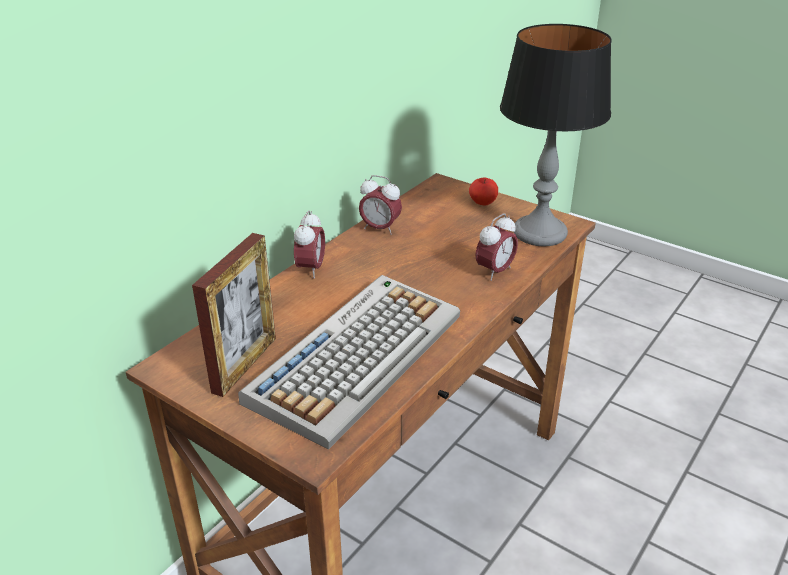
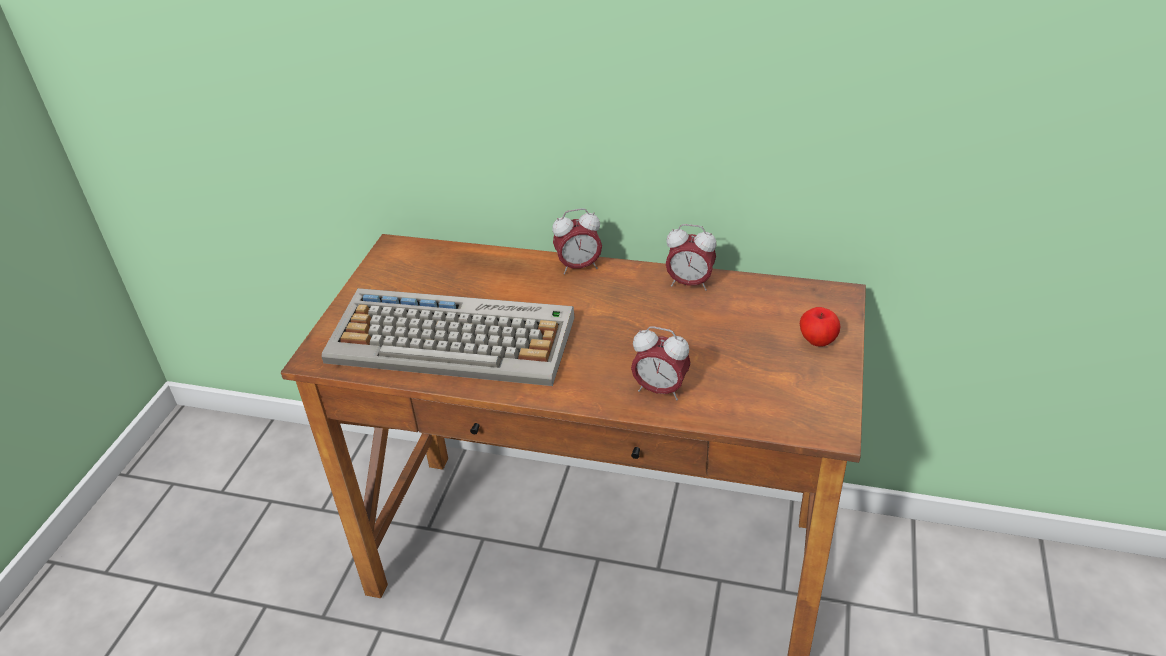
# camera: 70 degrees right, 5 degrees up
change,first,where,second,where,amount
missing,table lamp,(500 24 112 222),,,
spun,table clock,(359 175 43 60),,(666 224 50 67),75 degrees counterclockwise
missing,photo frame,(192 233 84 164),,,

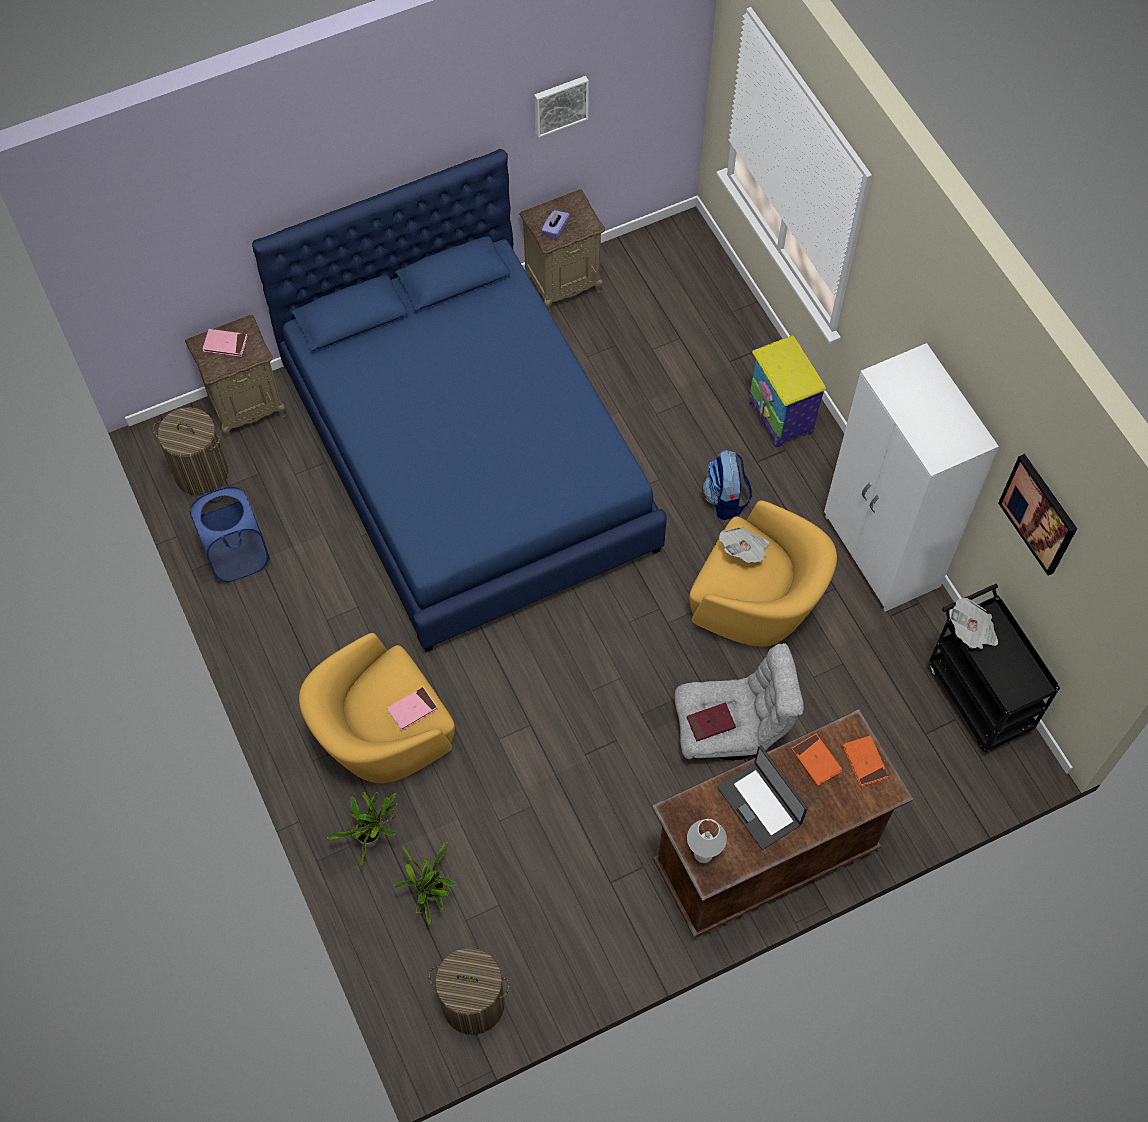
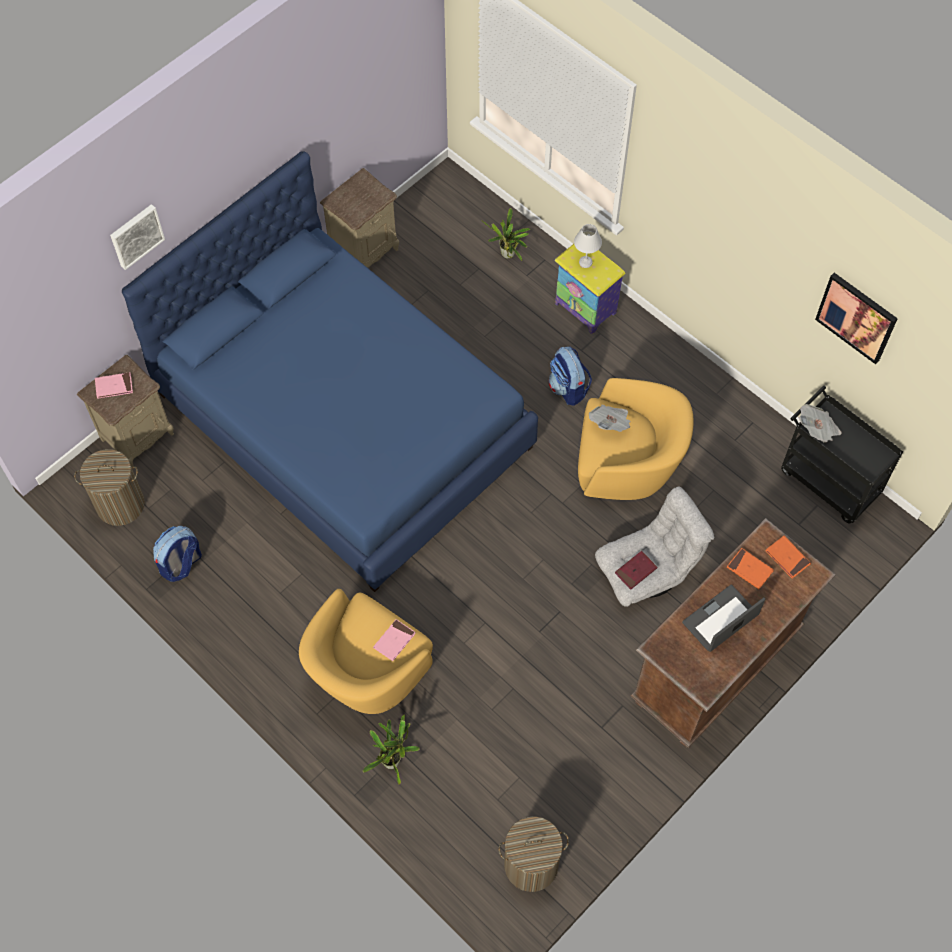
# camera: 20 degrees left, 0 degrees up
change,first,where,second,where,amount
relocated,picture,(534 76 55 62),,(110 204 55 66),
missing,purple box of tissues,(542 210 28 31),,,
missing,whitish clothes cupboard,(824 343 175 269),,,
exchanged,bluish laundry basket,(189 487 81 95),knapsack,(153 526 49 56),
spun,laptop,(717 745 91 105),,(682 585 83 67),105 degrees clockwise
relocated,whitish table lamp,(687 819 40 44),,(574 224 28 44),
relocated,plant in a pot,(394 842 63 83),,(482 208 48 53),

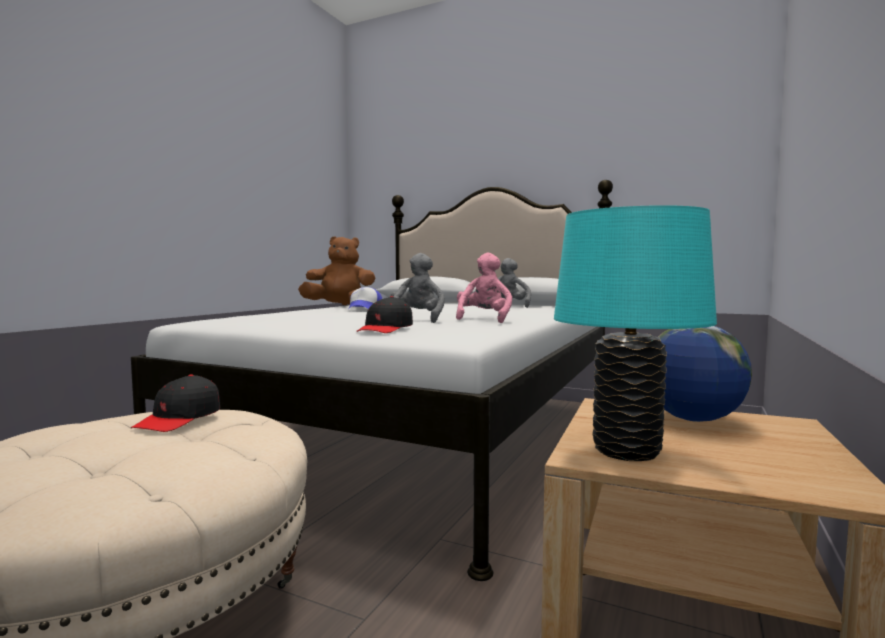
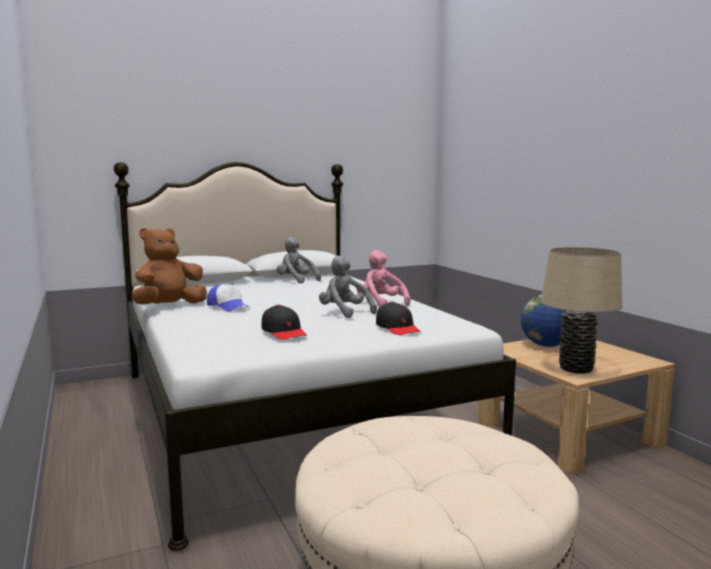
# camera: 50 degrees left, 5 degrees up
change,first,where,second,where,amount
colour,turquoise-coloured table lamp,(554 205 163 256),beige-coloured table lamp,(541 247 82 127),
relocated,blackish baseball cap,(131 375 89 57),,(262 305 45 35),

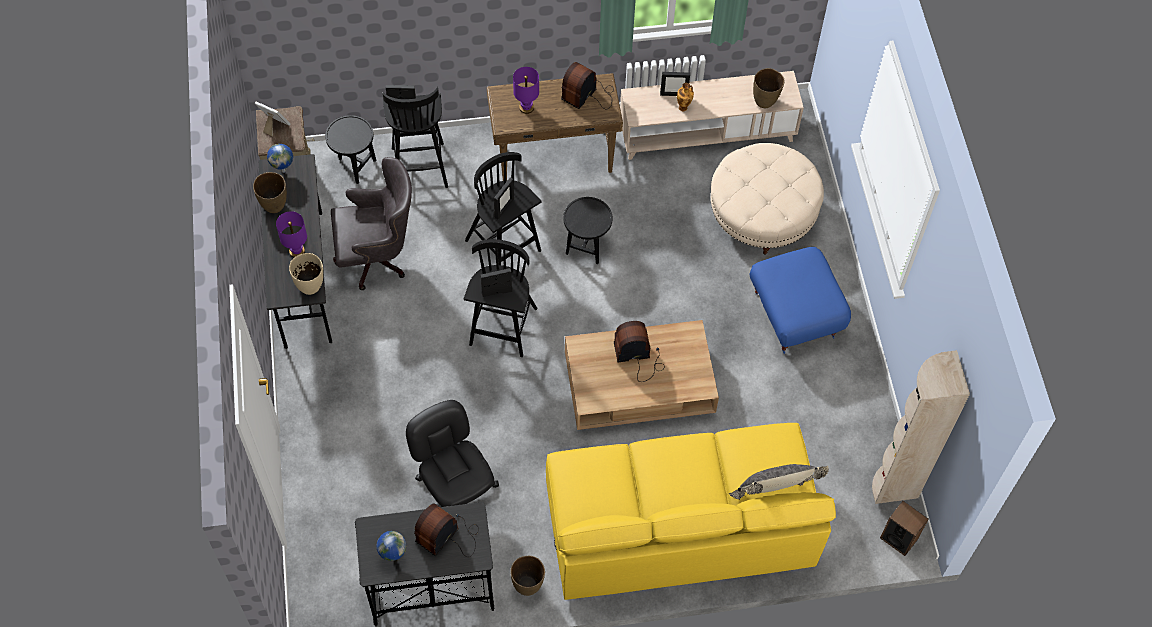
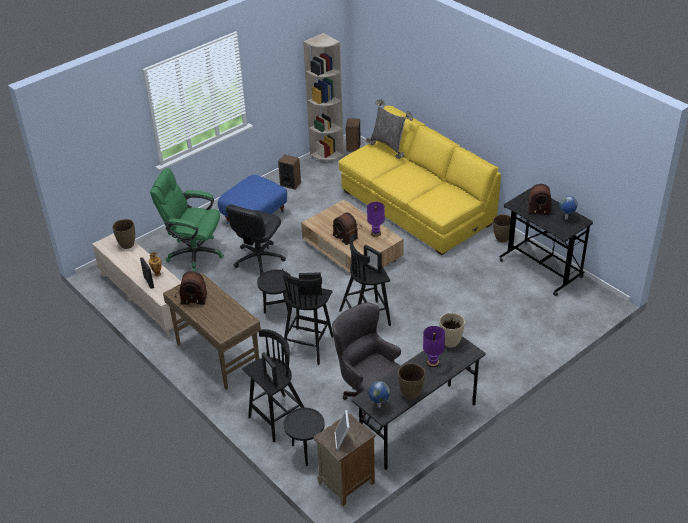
# camera: 120 degrees left, 20 degrees down
change,first,where,second,where,amount
relocated,purple table lamp,(513 67 26 47),,(367 202 18 35),
exchanged,beige-coloured pouffe,(711 143 113 112),greenish desk chair,(150 168 74 104),
relocated,blackish desk chair,(406 400 93 107),,(226 204 60 71),
appeared,,,audio speaker,(278 155 23 35),

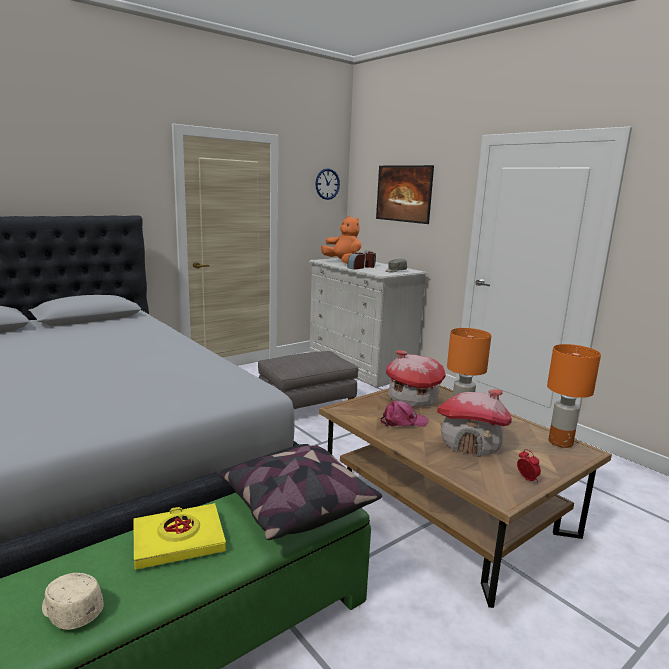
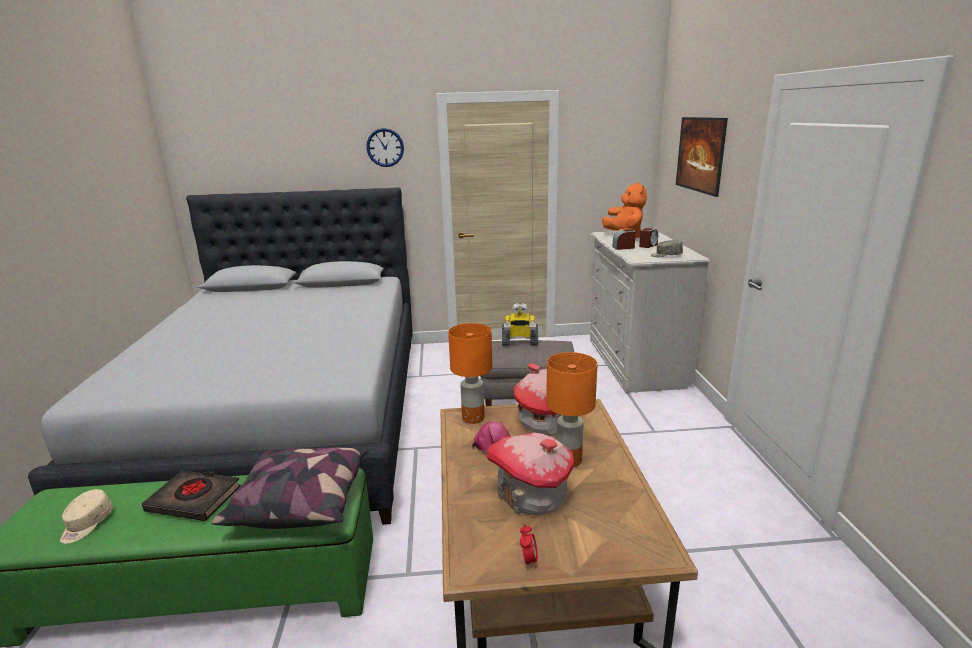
# camera: 35 degrees right, 5 degrees up
change,first,where,second,where,amount
relocated,clock on the wall,(315 168 25 32),,(366 128 38 39),
relocated,orange table lamp,(547 344 54 104),,(448 323 44 101),
colour,yellowish bound book,(133 503 93 67),blackish bound book,(142 471 99 50),
spun,beige-coloured baseball cap,(42 573 62 57),,(60 489 53 55),150 degrees counterclockwise
appeared,,,toy robot,(502 303 36 43),

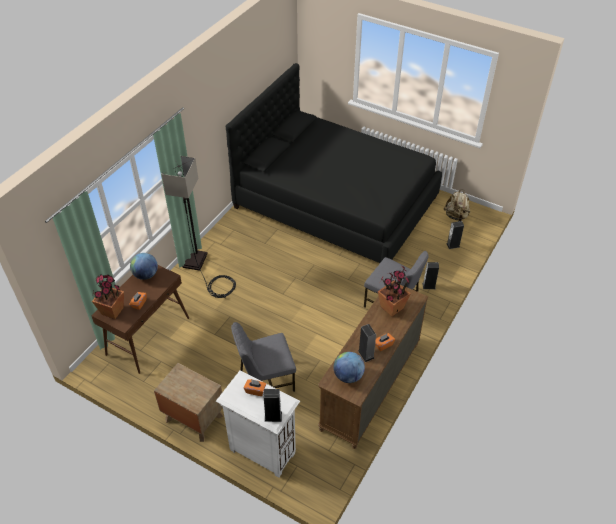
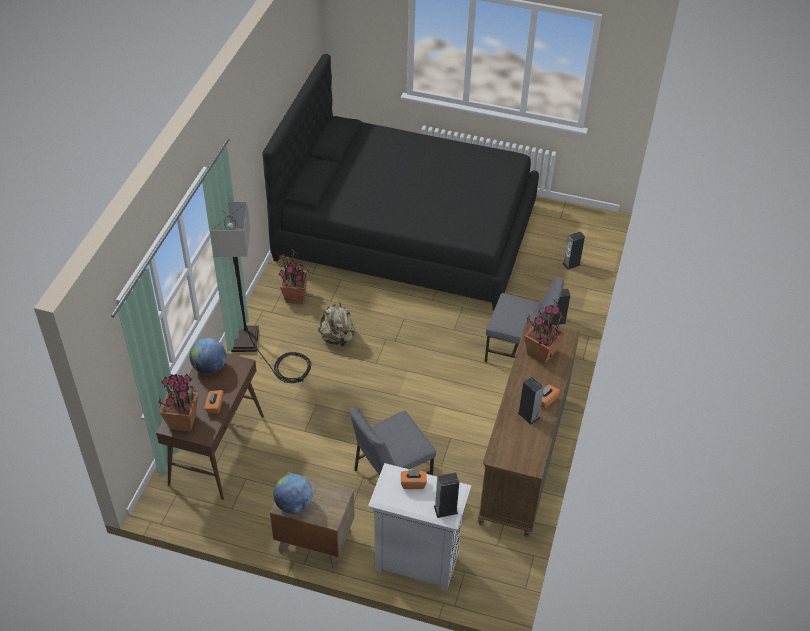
# camera: 15 degrees left, 0 degrees up
change,first,where,second,where,amount
relocated,beige-coloured knapsack,(444 189 26 32),,(318 301 37 46),
relocated,globe,(334 352 31 31),,(273 474 40 40),
appeared,,,plant in a pot,(278 249 31 55),

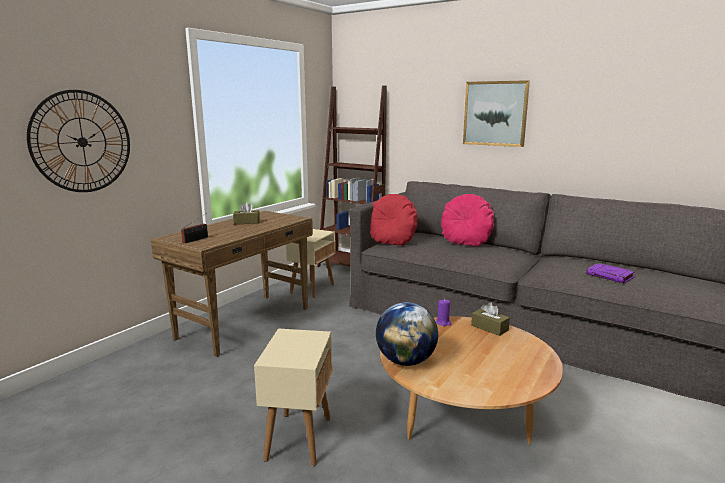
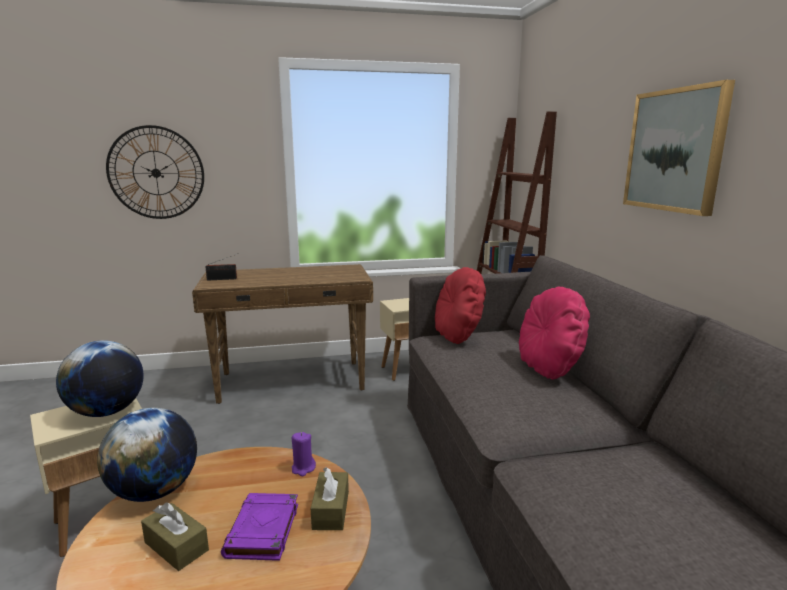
# camera: 45 degrees right, 0 degrees up
change,first,where,second,where,amount
relocated,brown-coloured box of tissues,(233 202 27 22),,(141 502 68 69),
relocated,purple bound book,(586 263 49 21),,(221 493 77 68),
appeared,,,globe,(56 340 88 77),

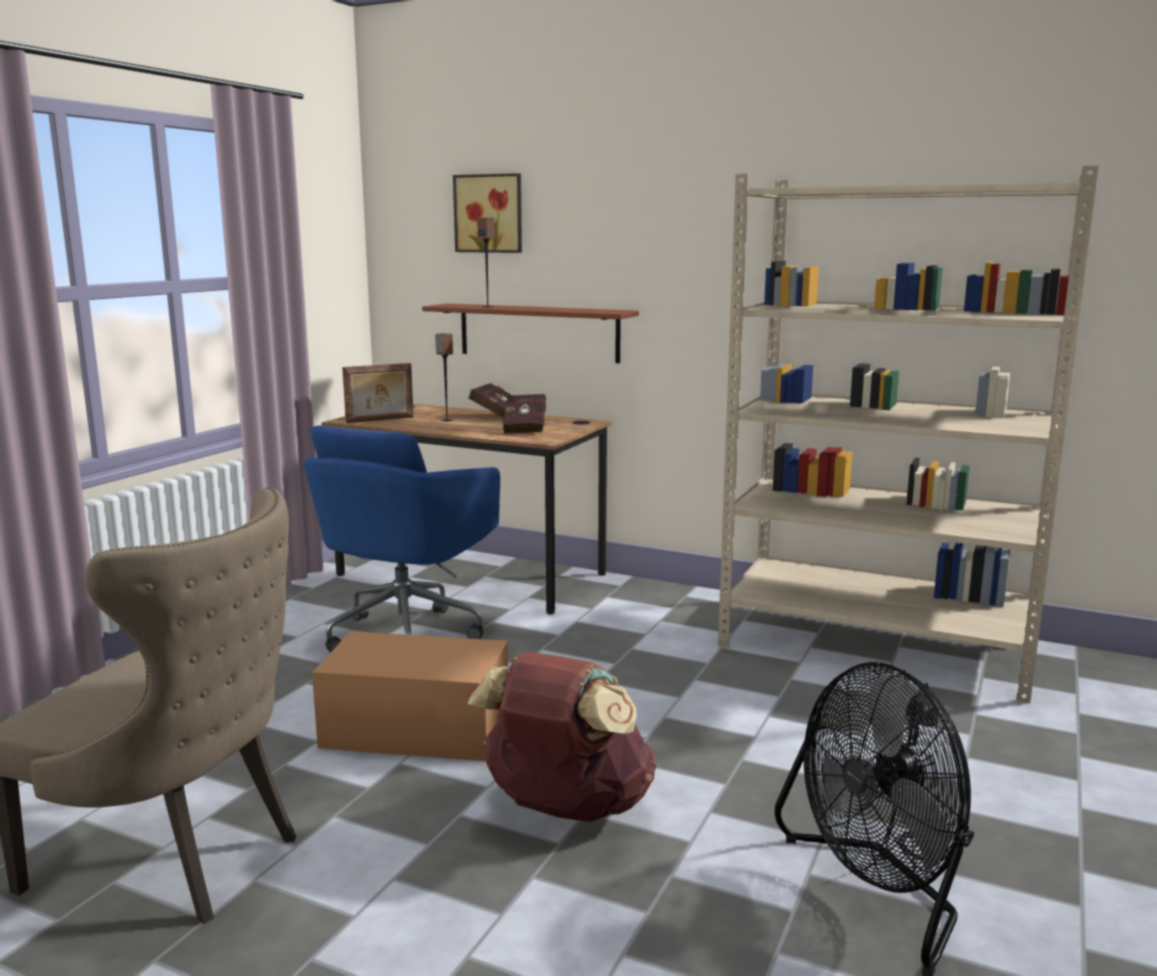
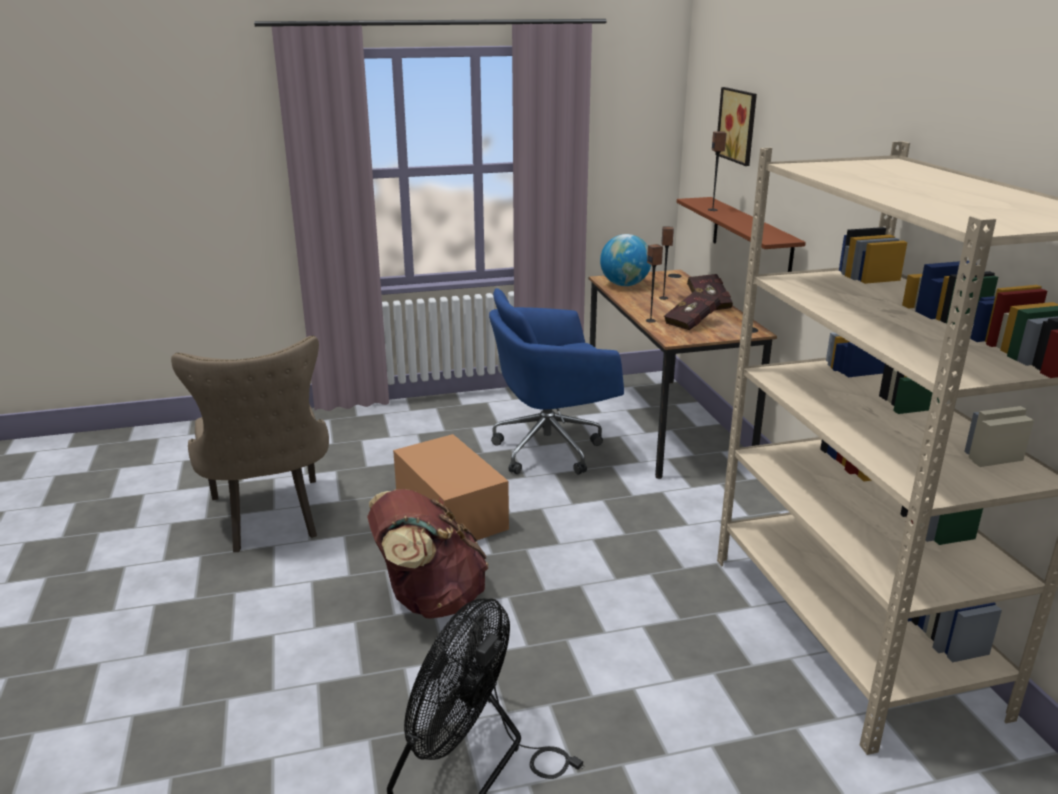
# camera: 50 degrees right, 10 degrees up
change,first,where,second,where,amount
exchanged,photo frame,(342 363 72 60),globe,(600 234 51 52),
appeared,,,audio speaker,(646 244 17 79),

